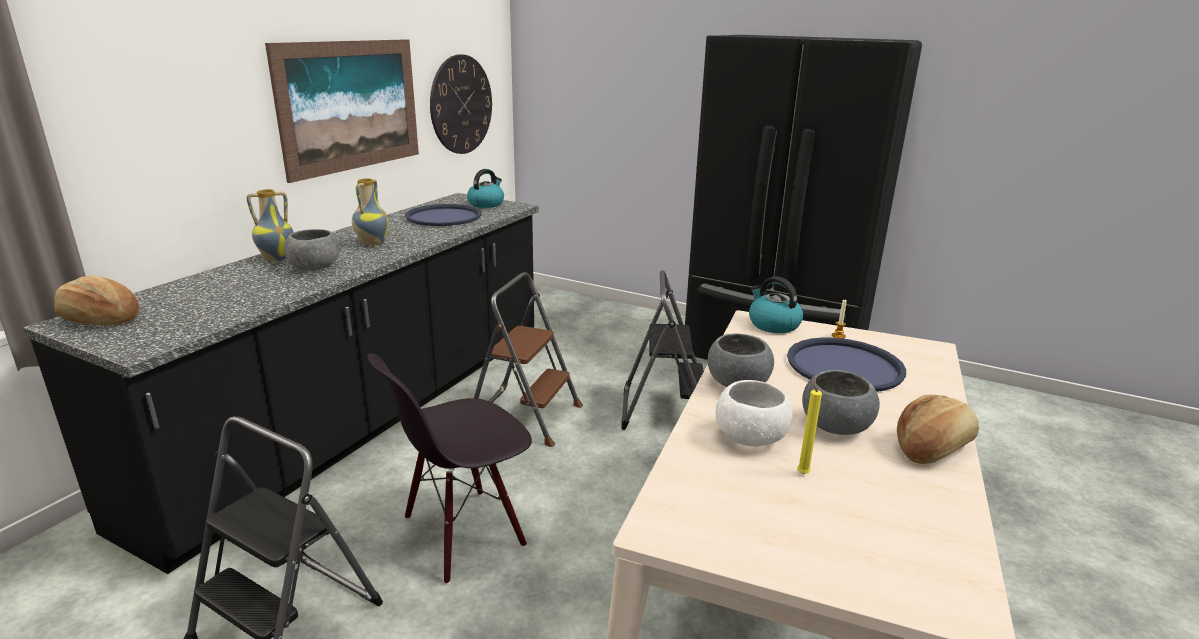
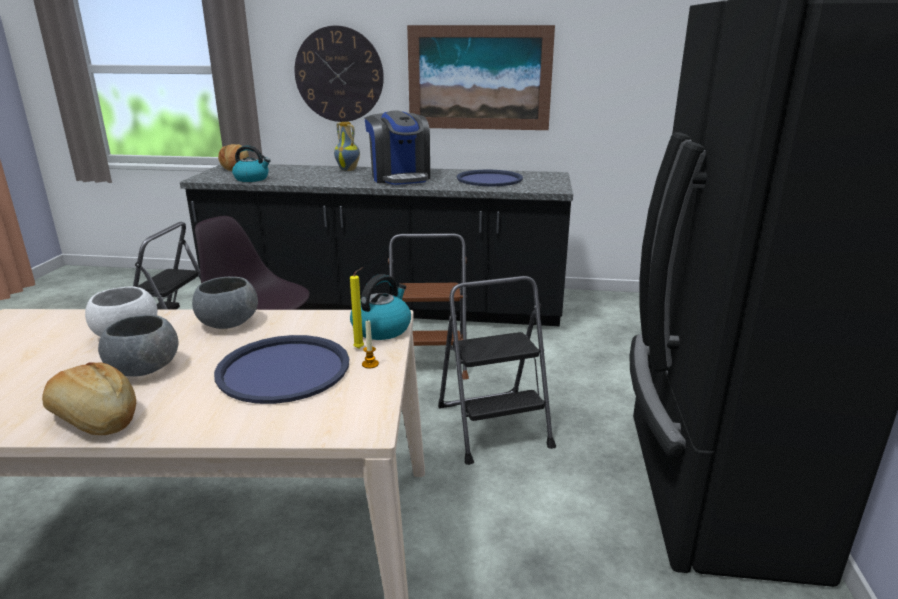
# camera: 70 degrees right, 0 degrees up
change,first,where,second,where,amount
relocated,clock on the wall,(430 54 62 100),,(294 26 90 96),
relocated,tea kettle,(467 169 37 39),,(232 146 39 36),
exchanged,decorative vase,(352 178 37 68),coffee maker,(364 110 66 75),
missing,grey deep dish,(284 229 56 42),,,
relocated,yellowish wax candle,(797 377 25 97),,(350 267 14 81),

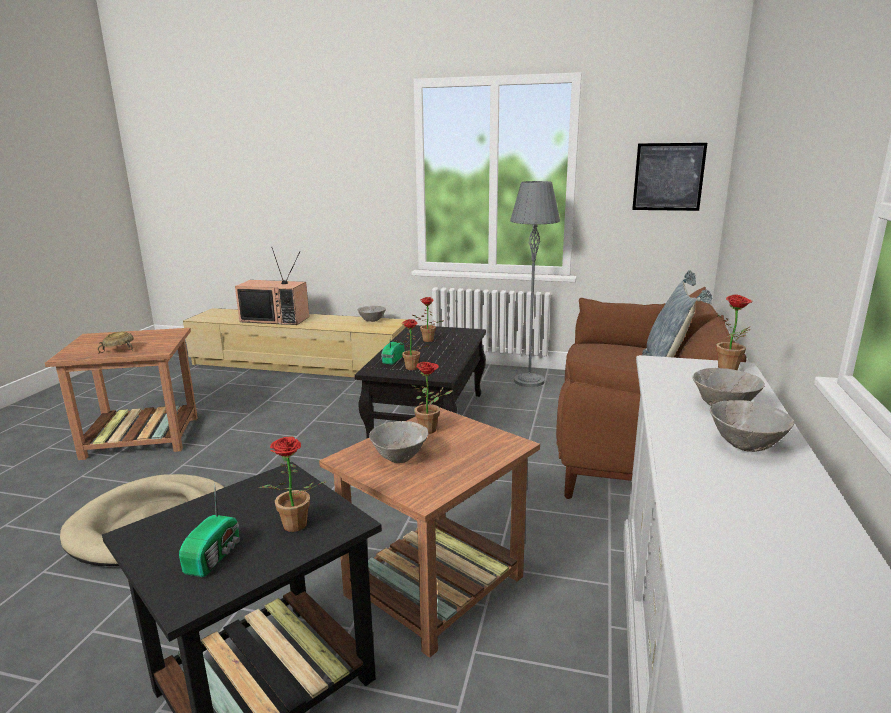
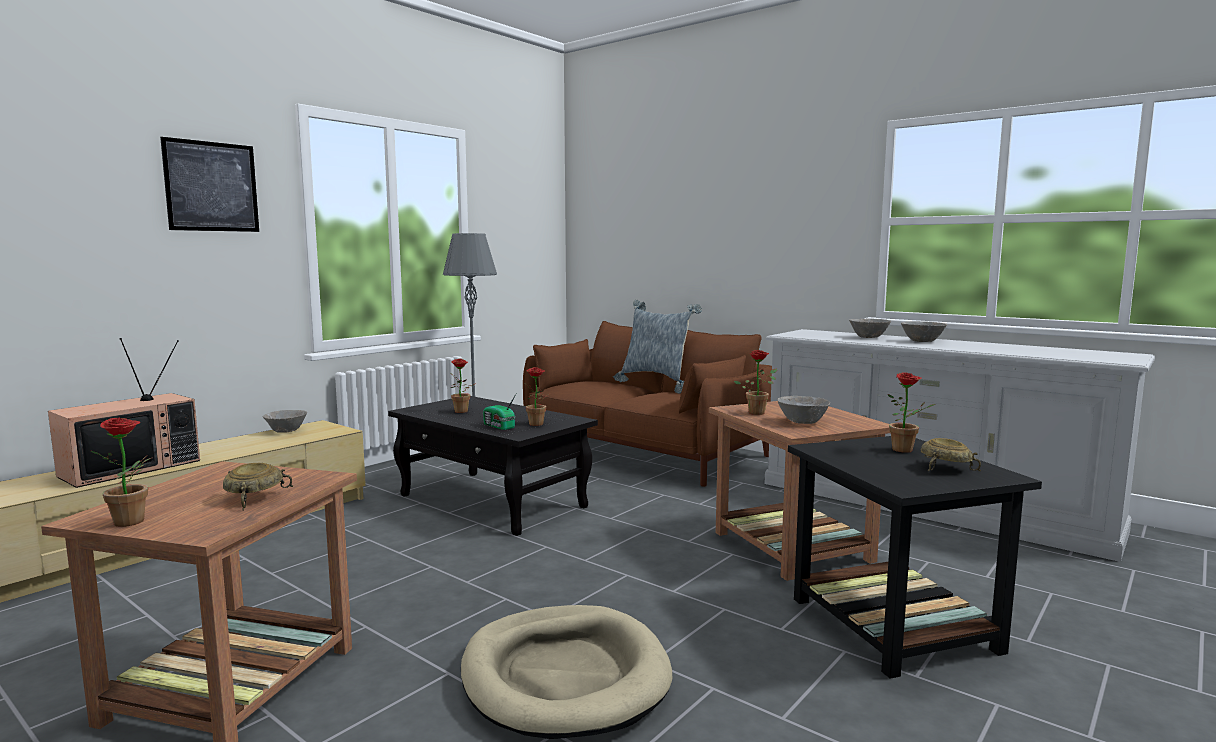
# camera: 65 degrees left, 10 degrees down
change,first,where,second,where,amount
relocated,picture,(632 143 75 68),,(160 137 99 95),
relocated,plant in a pot,(716 294 37 76),,(91 418 60 109),
exchanged,radio,(179 481 61 96),beige-coloured deep dish,(921 438 60 33),

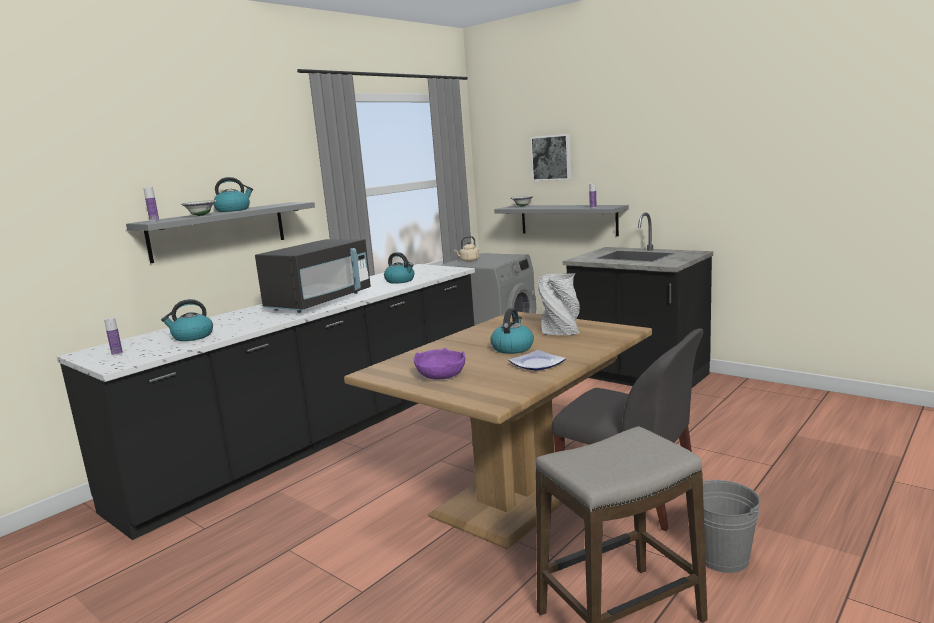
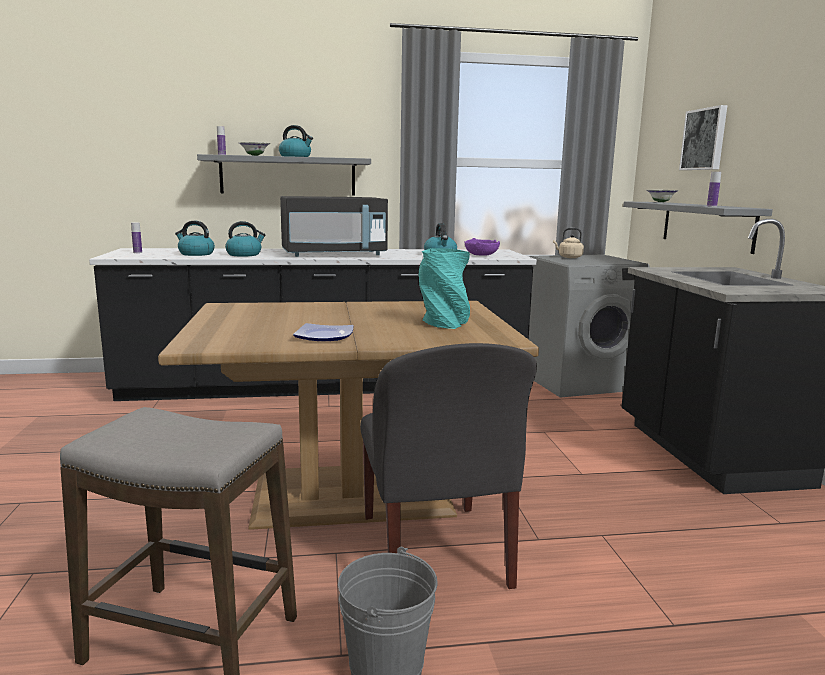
# camera: 40 degrees right, 0 degrees up
change,first,where,second,where,amount
colour,grey decorative vase,(538 273 42 62),turquoise-coloured decorative vase,(419 248 51 81),
relocated,tea kettle,(491 308 43 46),,(225 221 40 36),
relocated,purple deep dish,(414 348 51 32),,(464 238 36 18),

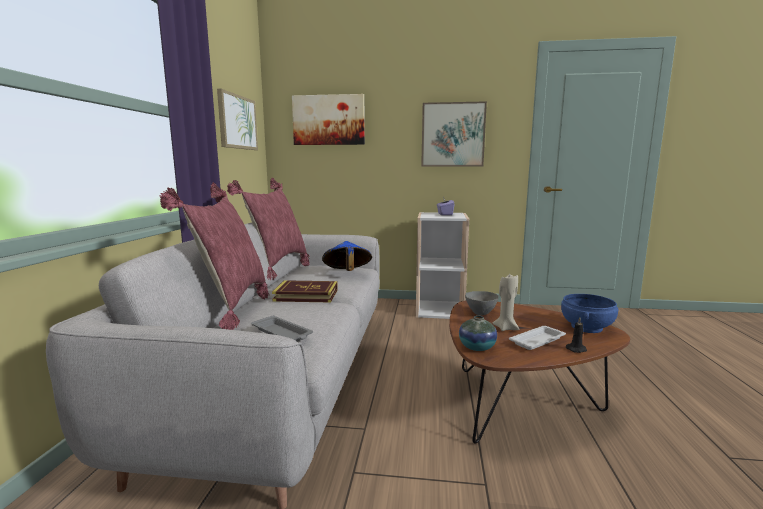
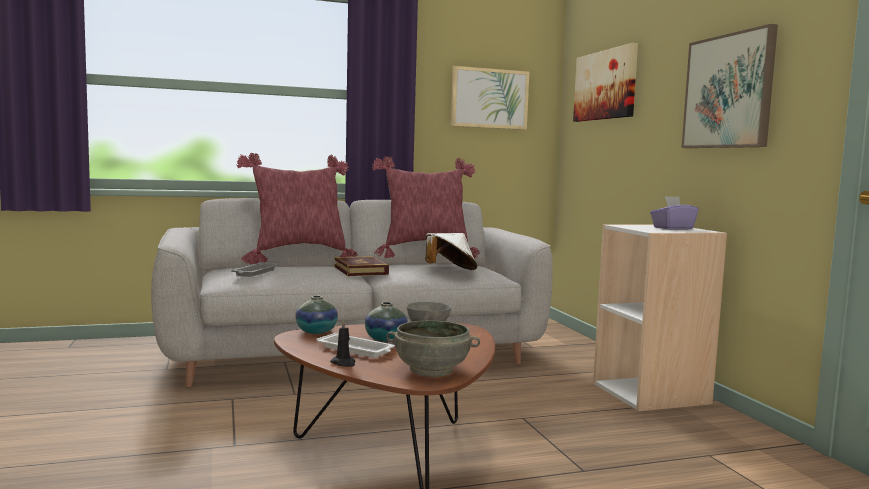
# camera: 65 degrees right, 5 degrees down
change,first,where,second,where,amount
colour,bluish clothing hat,(322 241 50 30),whitish clothing hat,(426 233 51 37),
exchanged,beige-coloured wax candle,(492 274 27 57),decorative vase,(365 302 43 40),
colour,bluish deep dish,(561 294 57 39),grey deep dish,(386 320 94 57),

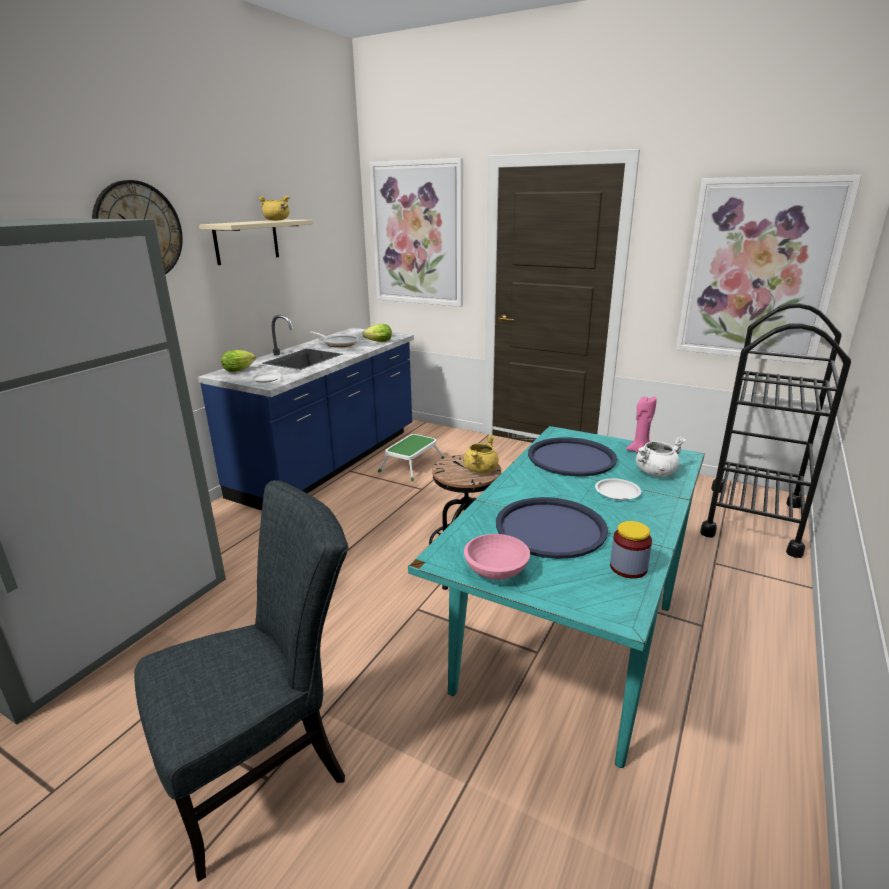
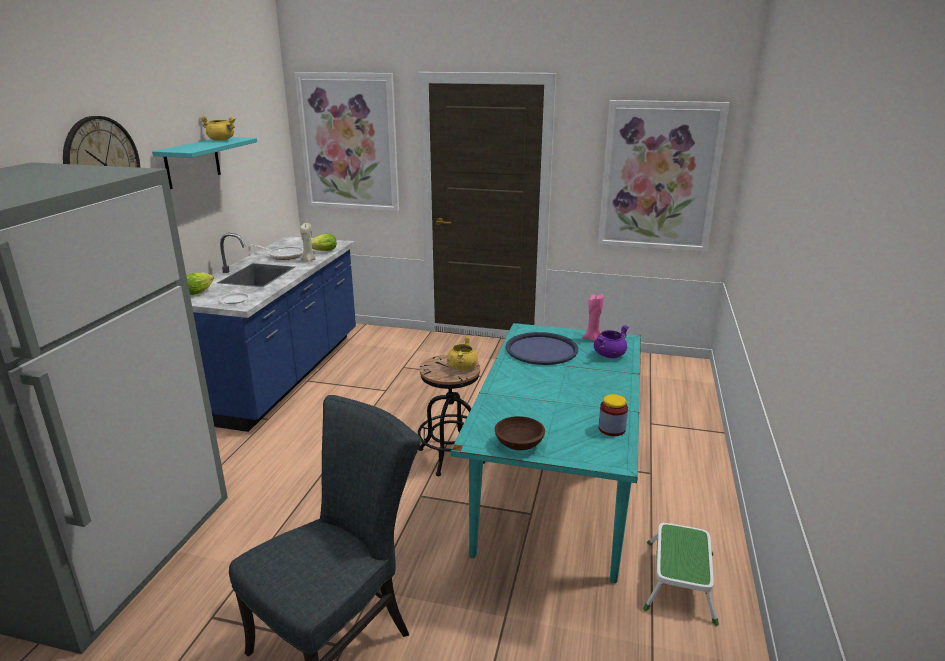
# camera: 15 degrees left, 0 degrees up
change,first,where,second,where,amount
colour,beige-coloured bracket shelf,(199 220 114 45),turquoise-coloured bracket shelf,(152 137 105 52),
missing,blackish trolley,(700 303 151 255),,,
relocated,greenish step stool,(378 434 66 48),,(643 523 76 103),
colour,whitish cooking pot,(636 437 50 40),purple cooking pot,(594 325 35 33),
missing,whitish flat dish,(595 478 46 22),,,
missing,bluish tray,(496 497 112 62),,,
colour,pink-coloured deep dish,(464 534 66 46),brown-coloured deep dish,(495 416 50 34),
appeared,,,beige-coloured wax candle,(300 223 16 38),

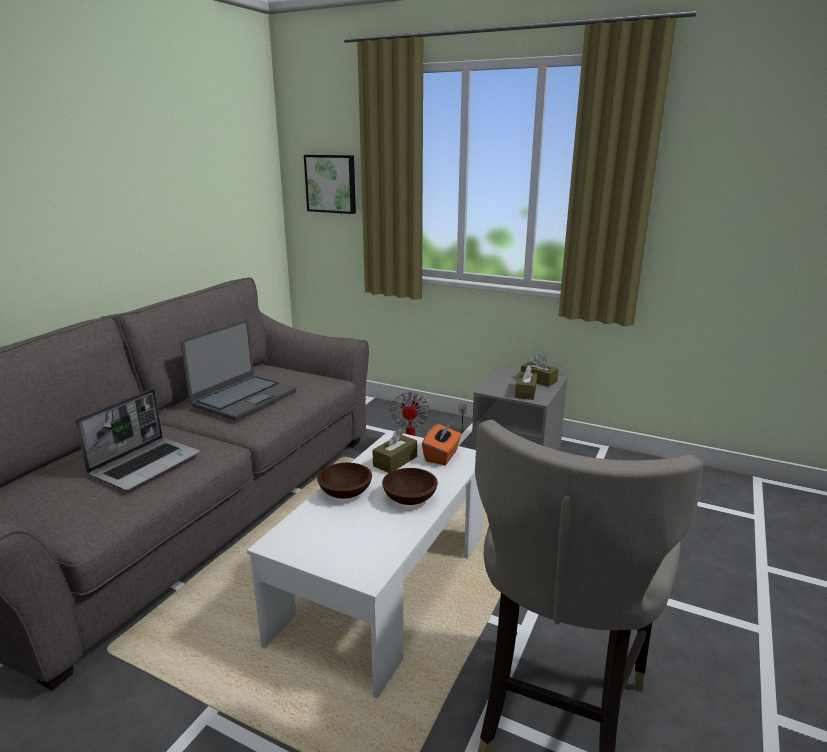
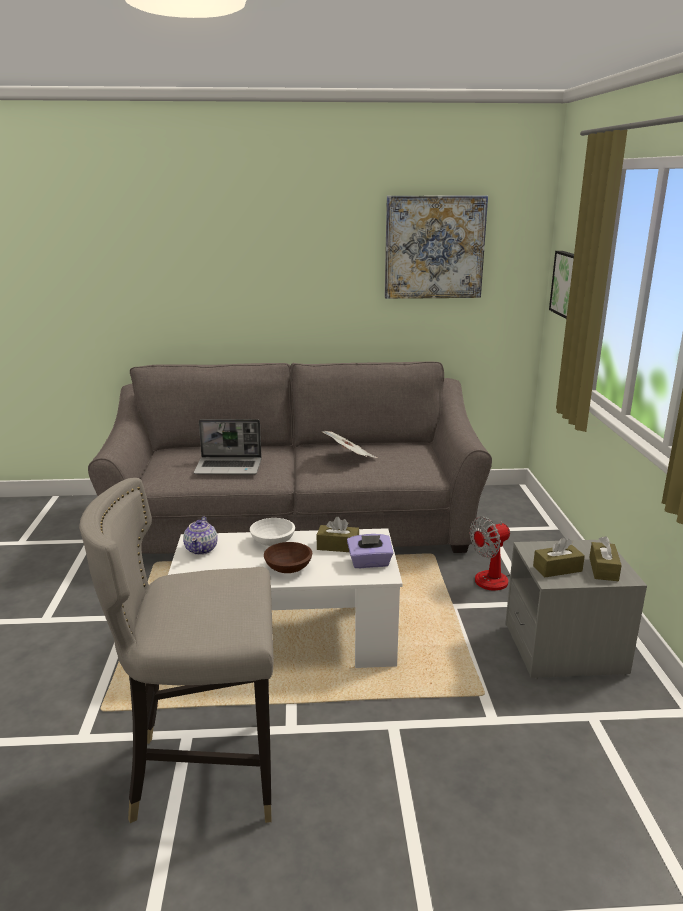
# camera: 60 degrees right, 0 degrees up
change,first,where,second,where,amount
exchanged,laptop,(180 319 116 102),daily paper,(321 431 57 27),
colour,orange box of tissues,(422 423 40 42),purple box of tissues,(347 534 46 34),
colour,brown-coloured deep dish,(317 463 55 36),whitish deep dish,(250 518 45 28),
appeared,,,picture,(385 195 103 104),
appeared,,,pot for tea,(183 516 35 39),

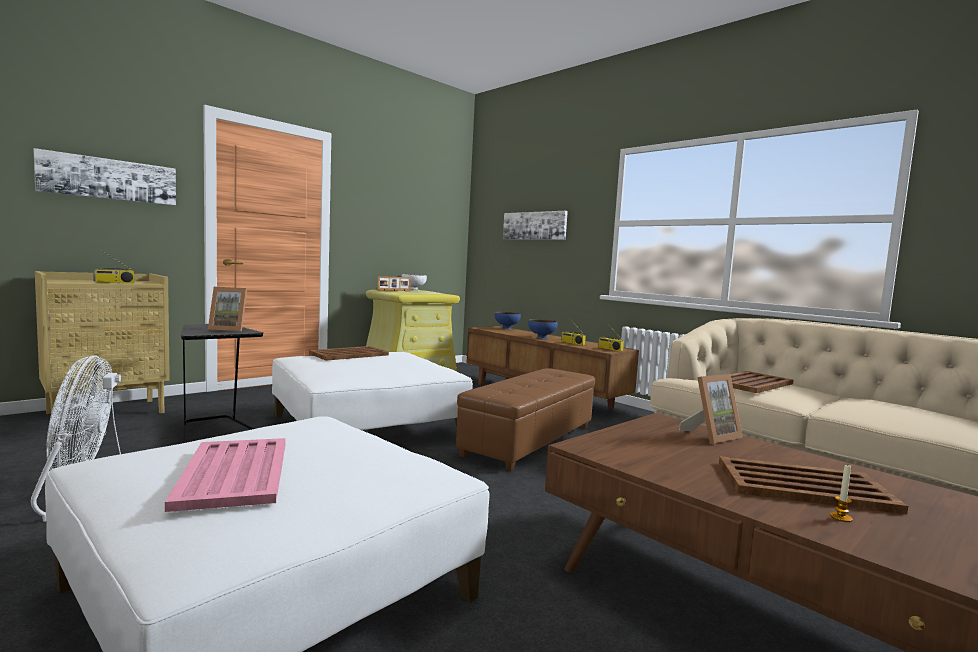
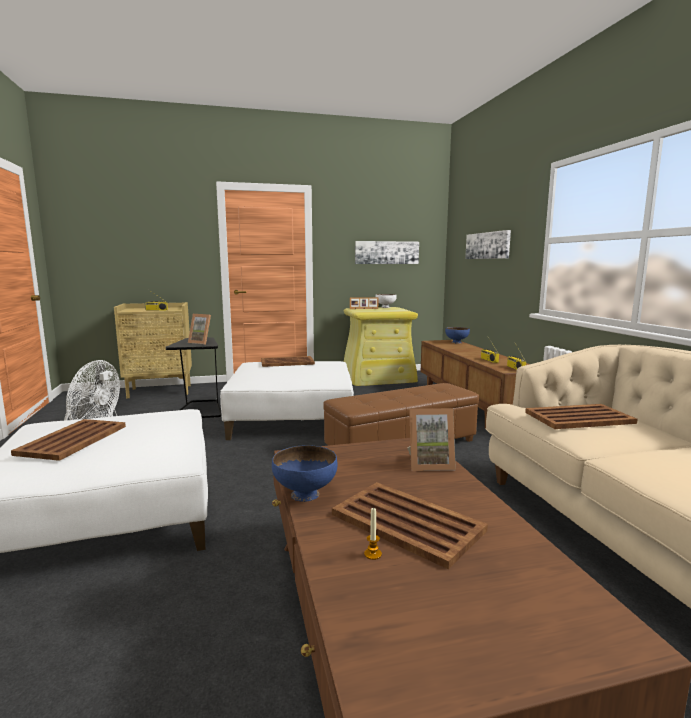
# camera: 30 degrees right, 5 degrees up
change,first,where,second,where,amount
relocated,picture,(33 148 143 57),,(355 241 64 23),
relocated,bluish deep dish,(528 319 30 20),,(272 445 66 57),
colour,pink-coloured tray,(165 438 121 74),brown-coloured tray,(11 419 115 42),

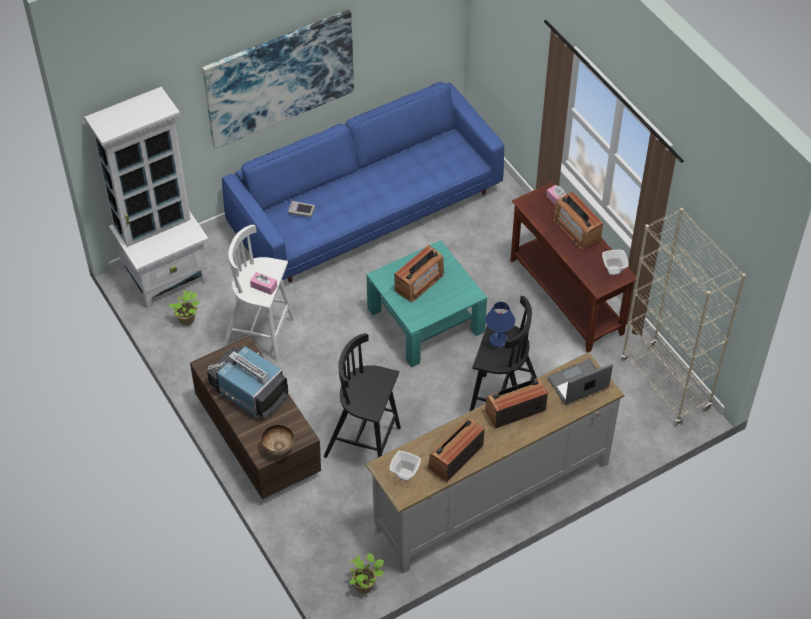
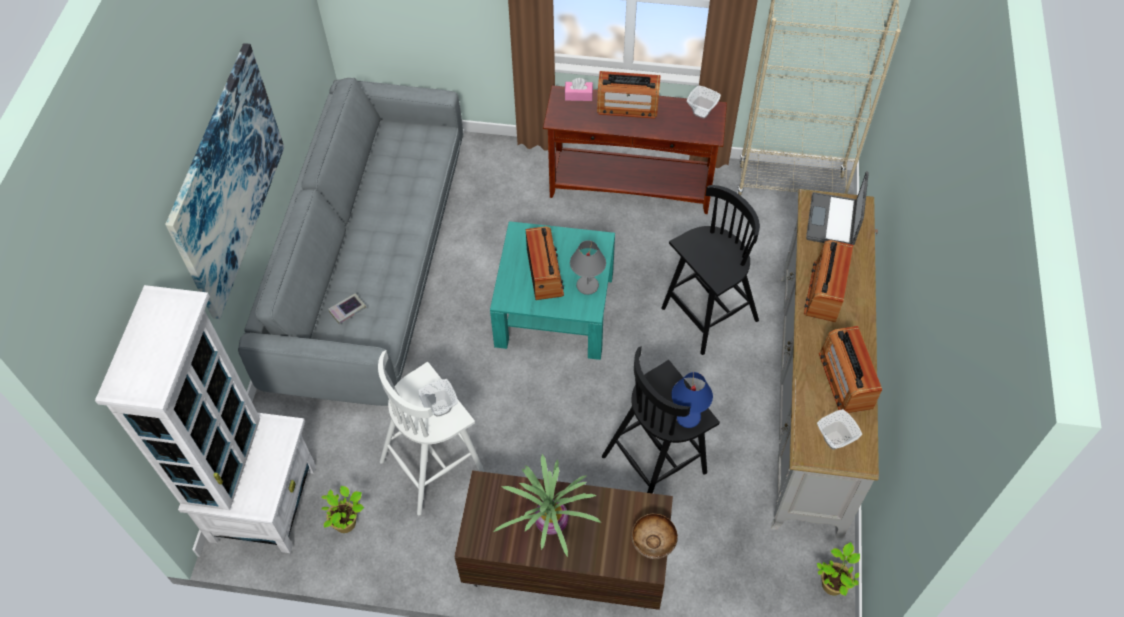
# camera: 50 degrees left, 5 degrees up
change,first,where,second,where,amount
colour,bluish couch,(222 82 282 201),grey couch,(238 78 225 328),
exchanged,pink-coloured box of tissues,(250 272 27 23),deep dish,(419 379 39 38),
relocated,bluish table lamp,(485 302 30 46),,(671 372 42 56),
exchanged,television,(207 345 81 73),plant in a pot,(493 454 108 103),
appeared,,,grey table lamp,(570 240 36 55),

